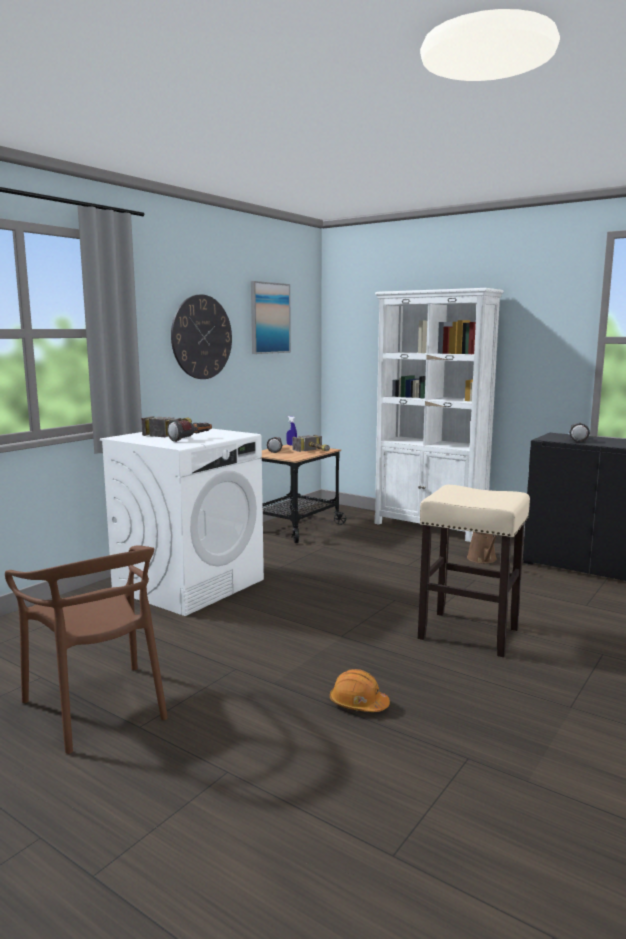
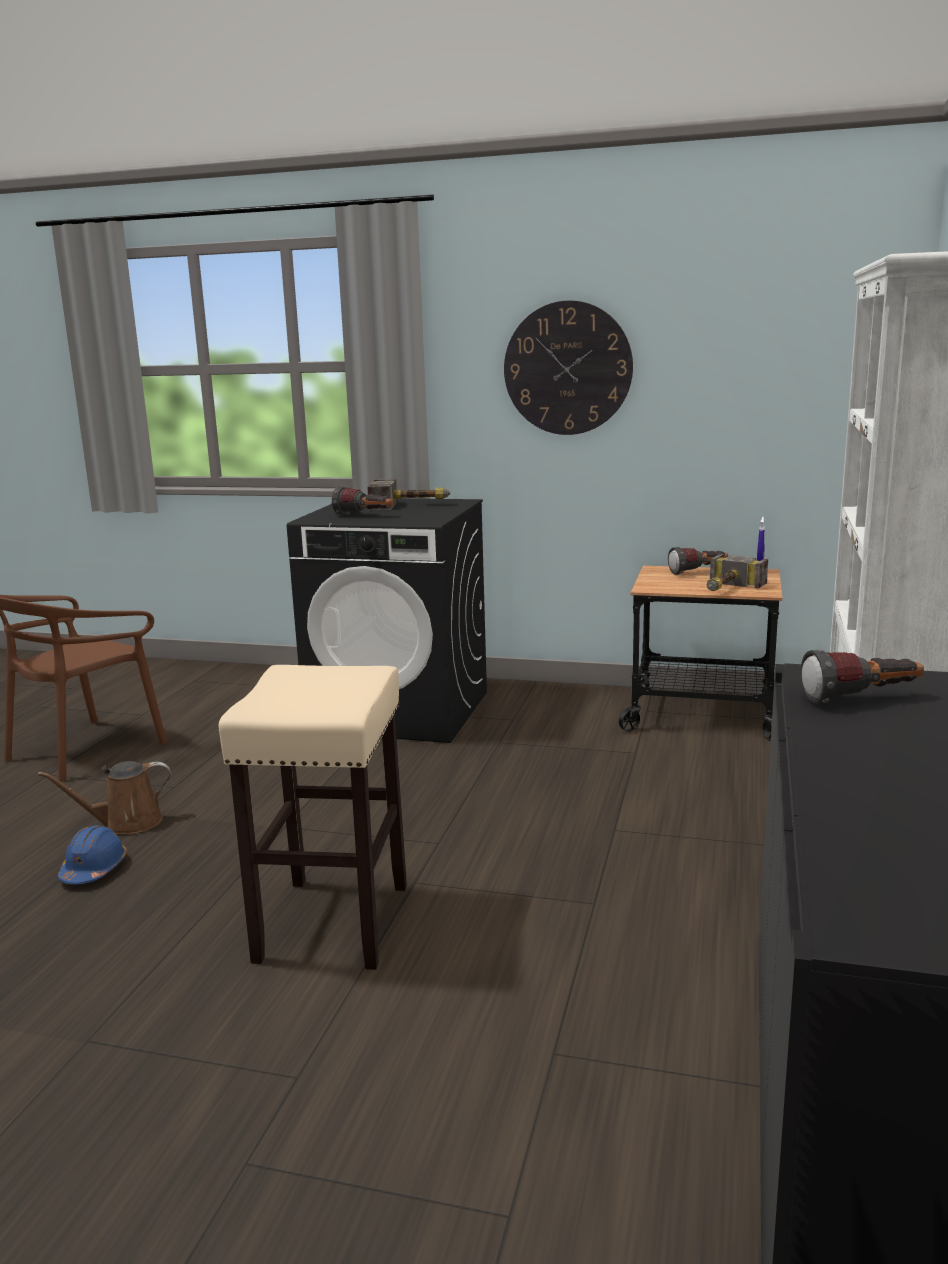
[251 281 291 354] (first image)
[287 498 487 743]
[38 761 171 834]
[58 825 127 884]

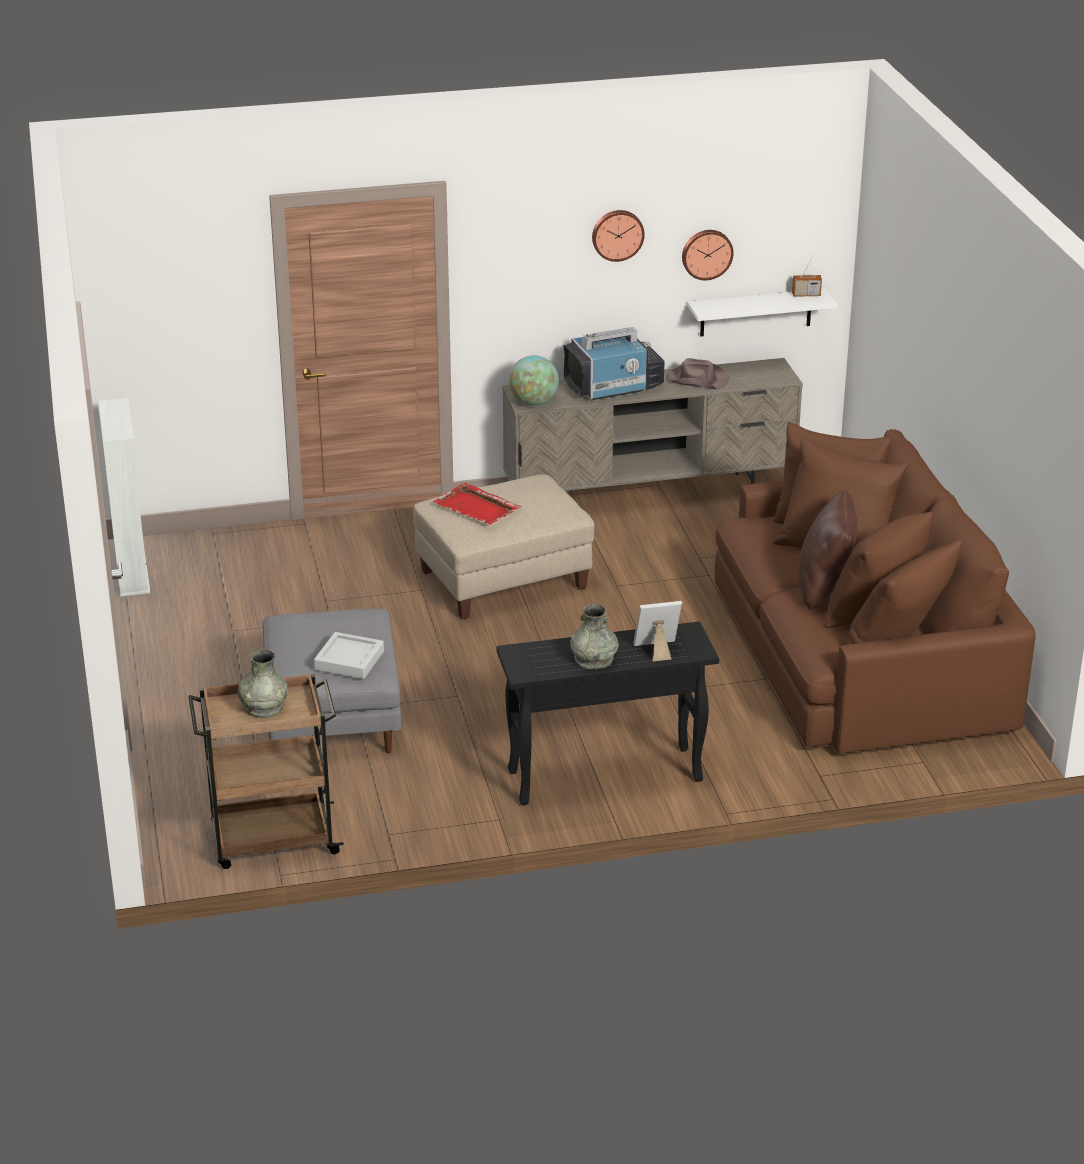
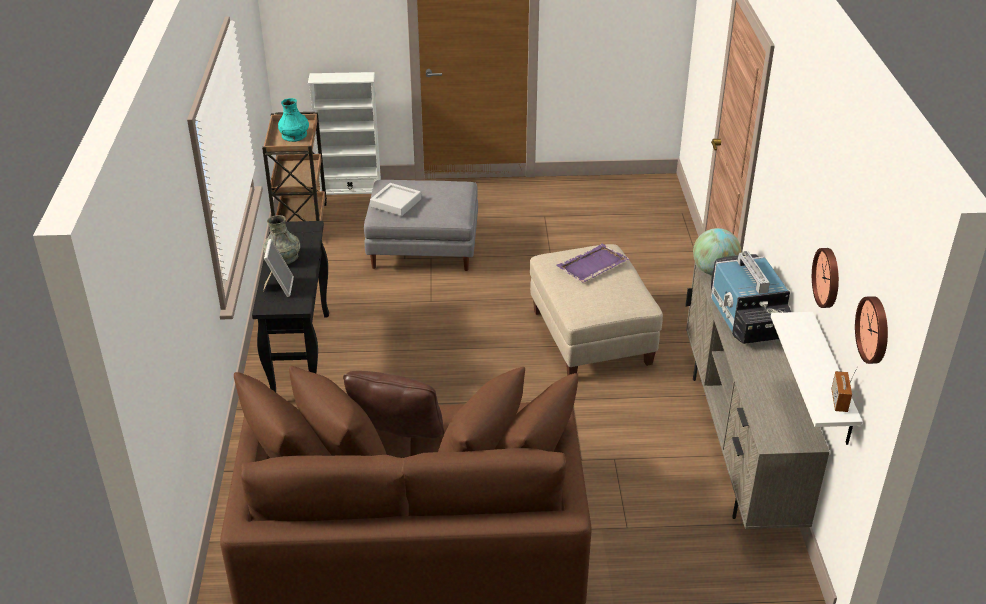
[855 296 888 364]
[667 358 729 390] (first image)
[308 72 381 195]
[556 244 629 282]
[278 98 309 142]

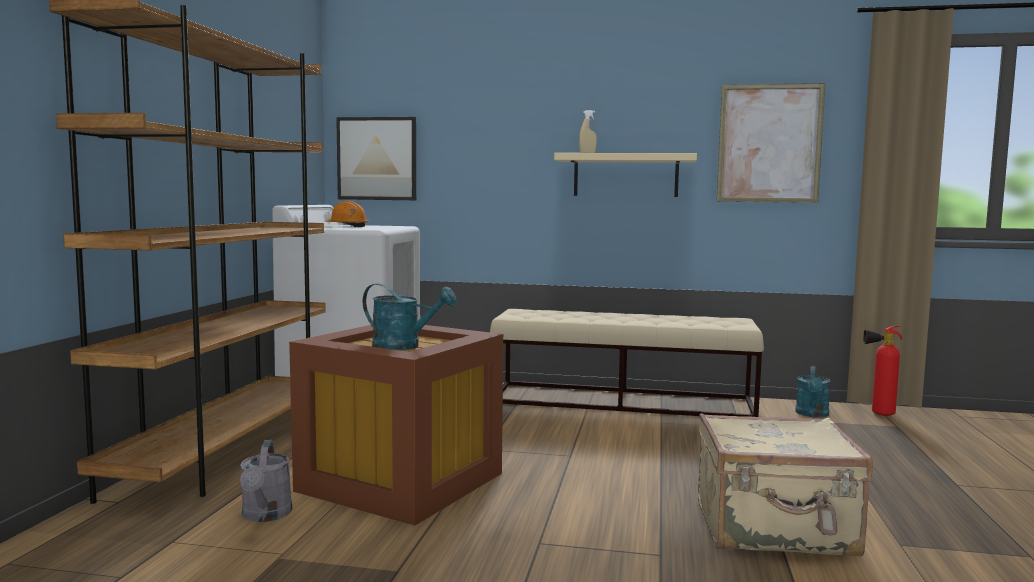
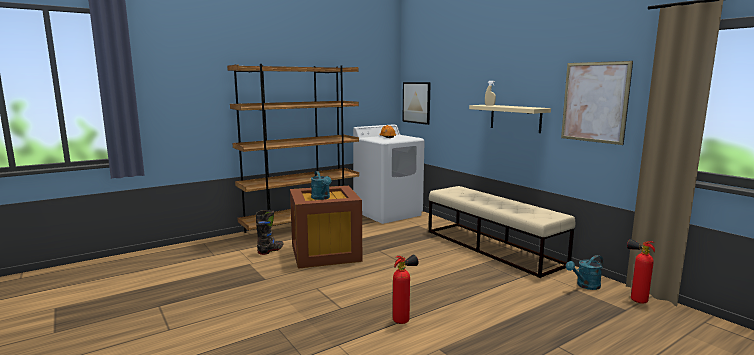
[393 255 419 324]
[256 210 284 255]

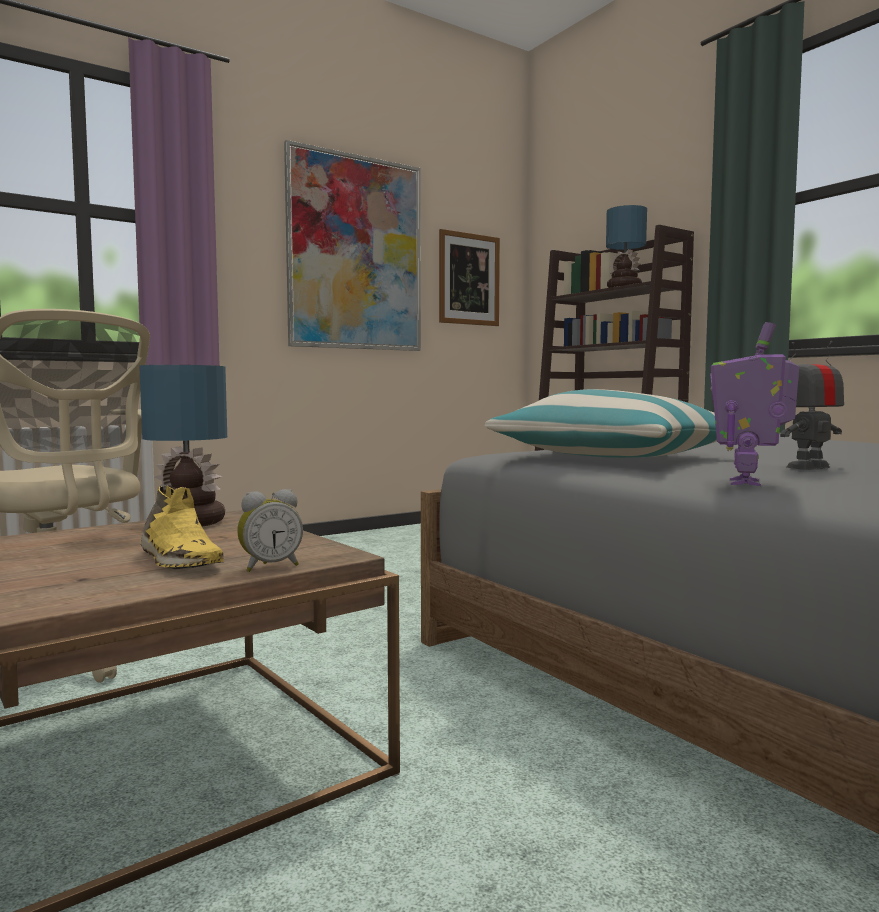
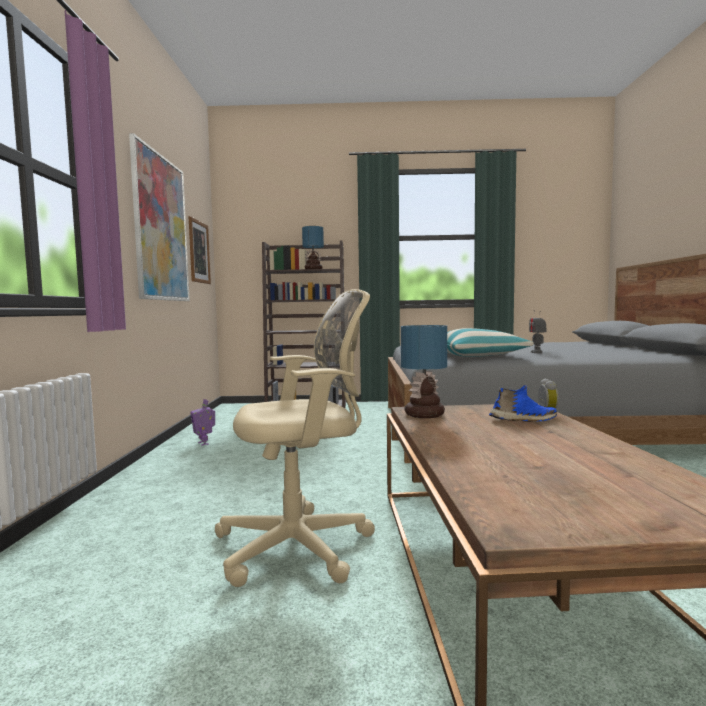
[190 399 215 446]
[489 385 557 422]

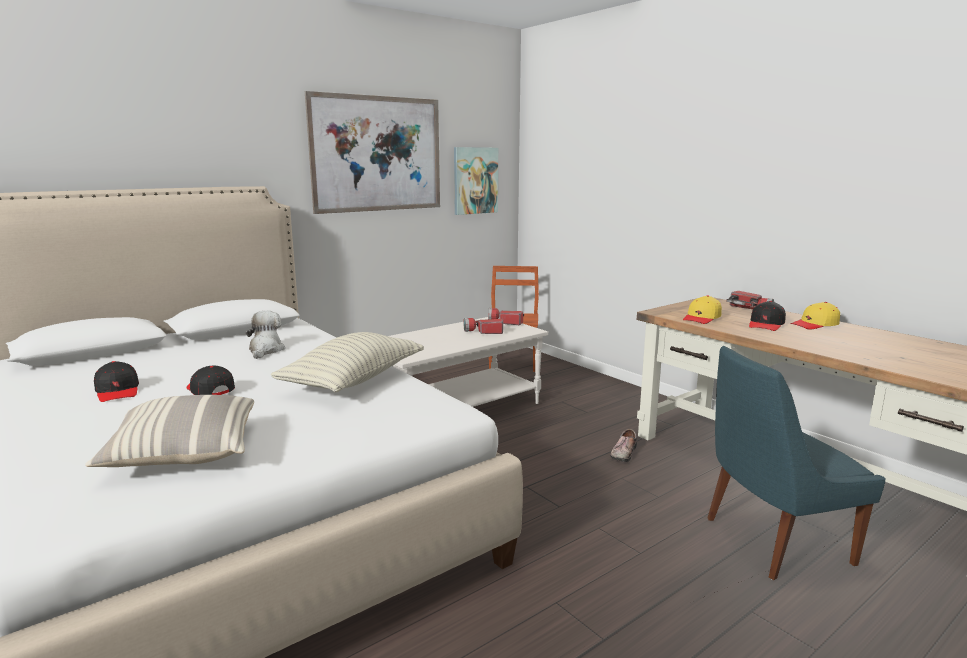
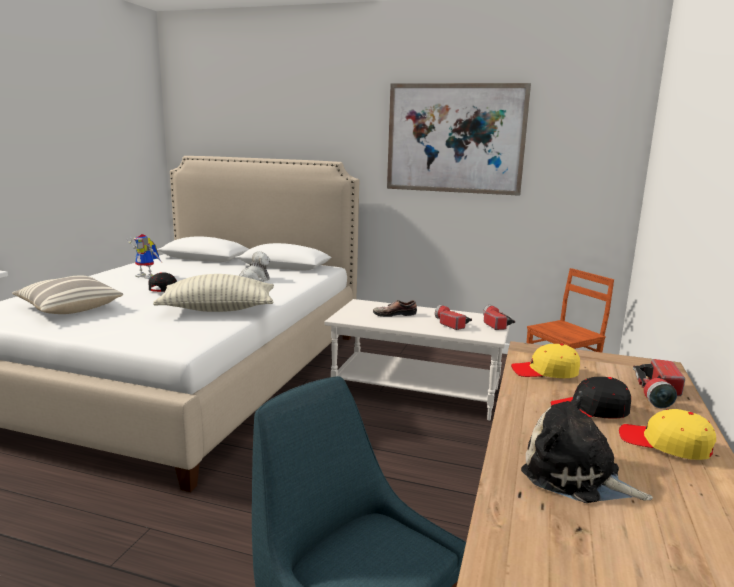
[454 147 498 215] (first image)
[127 234 162 279]
[373 300 417 317]
[521 391 653 503]

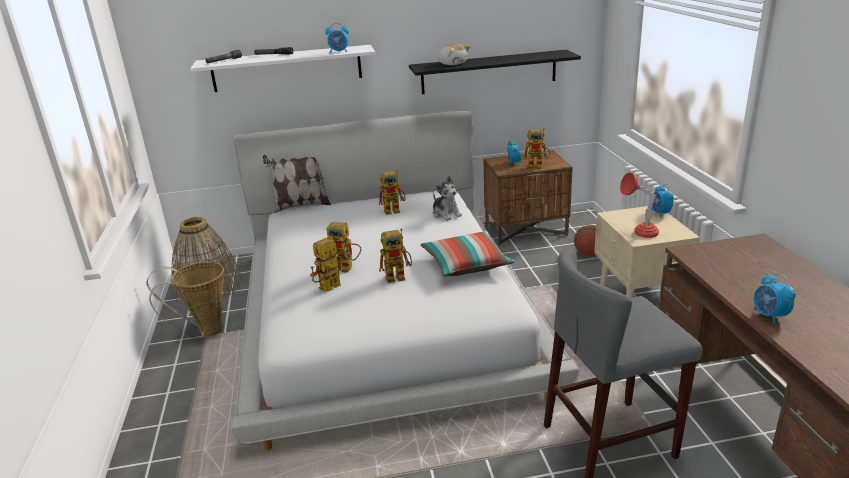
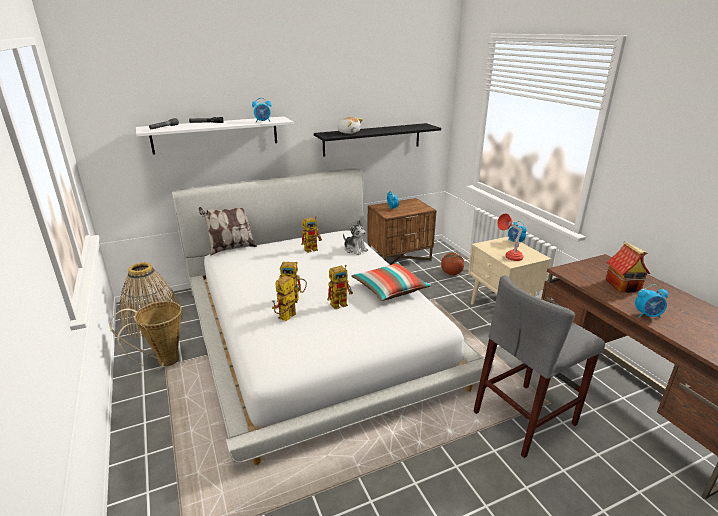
[523 128 550 169] (first image)
[635 284 668 318]
[606 241 650 293]

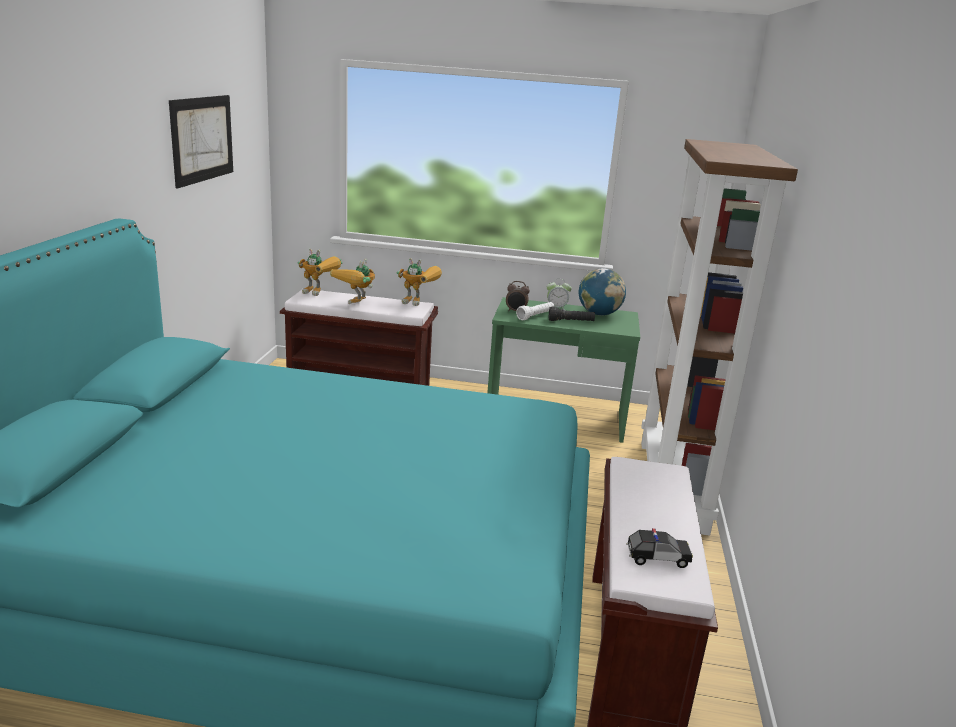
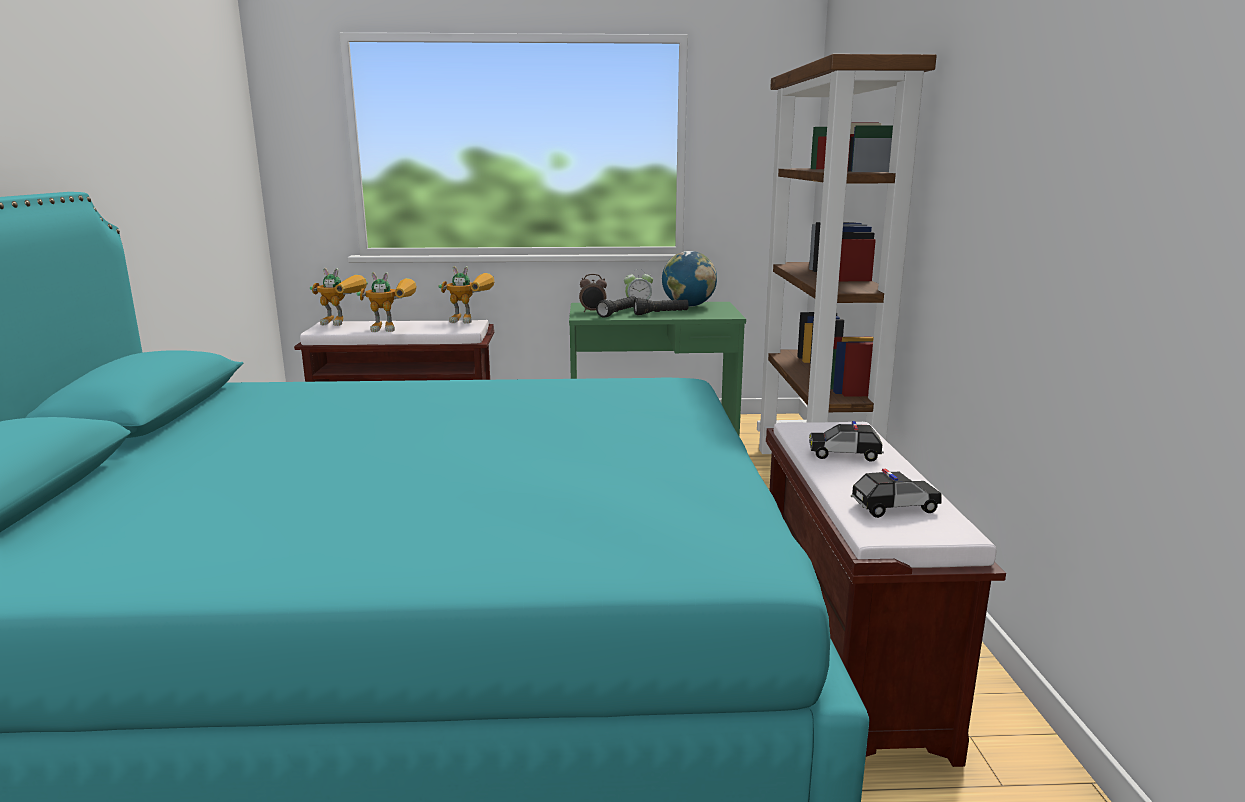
[169 95 233 188] (first image)
[357 272 417 332]
[596 296 636 318]
[809 421 884 462]

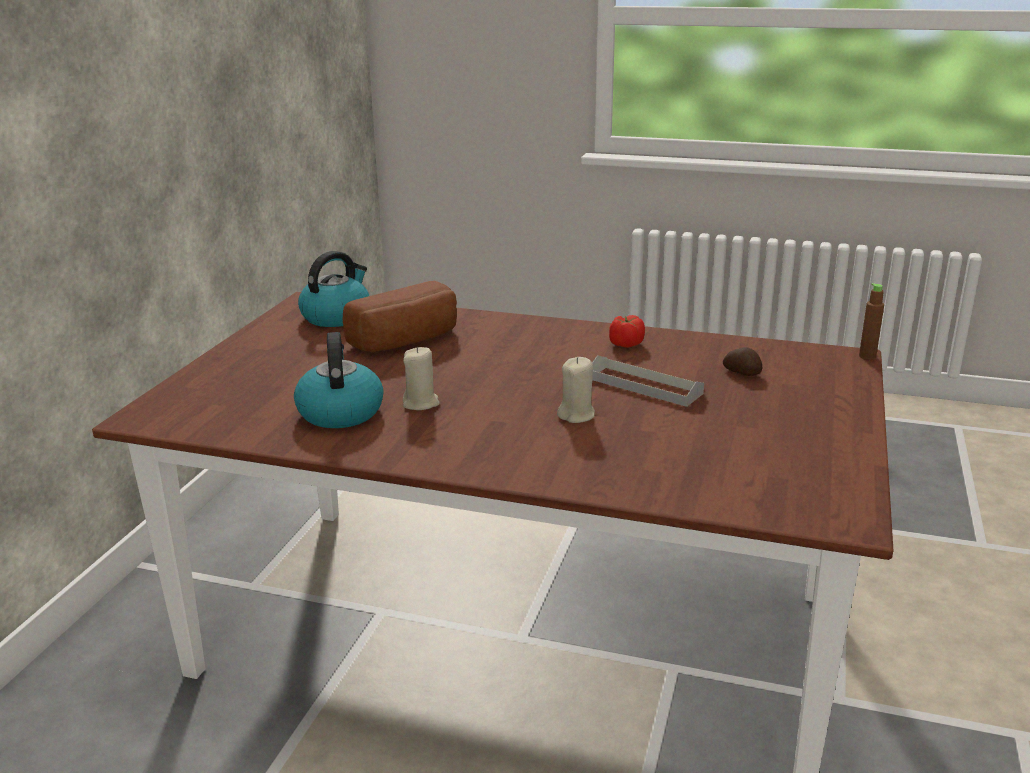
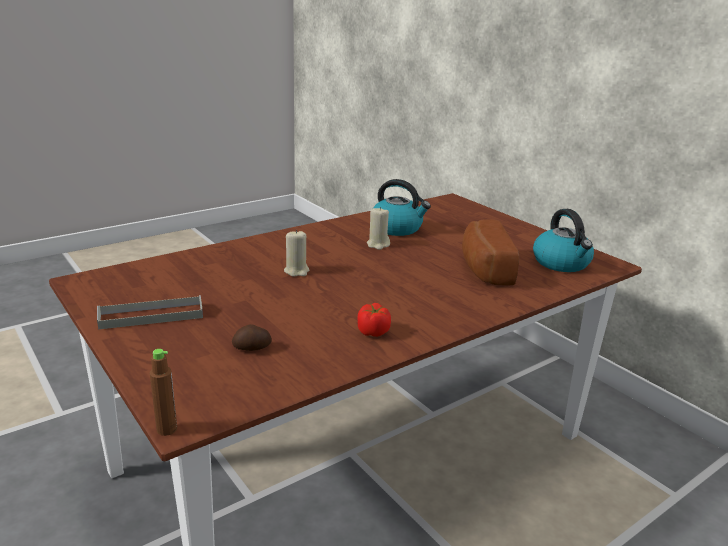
[97 295 203 330]

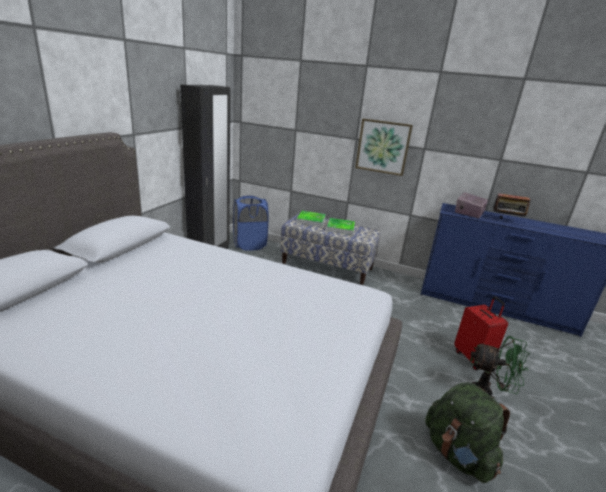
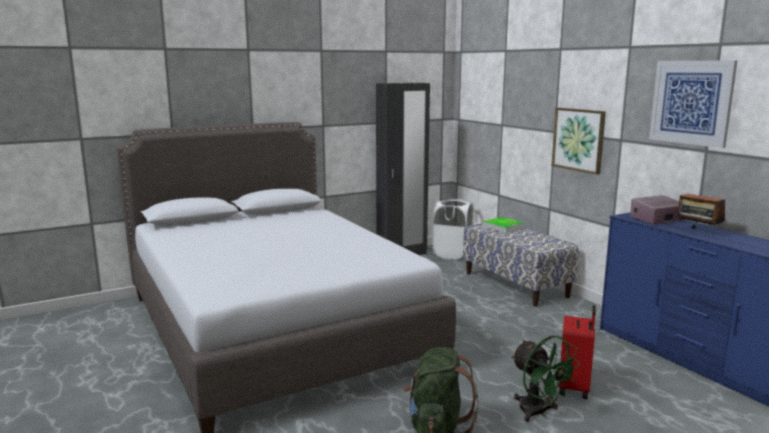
[432 199 474 260]
[326 218 355 235] (first image)
[649 60 738 148]

